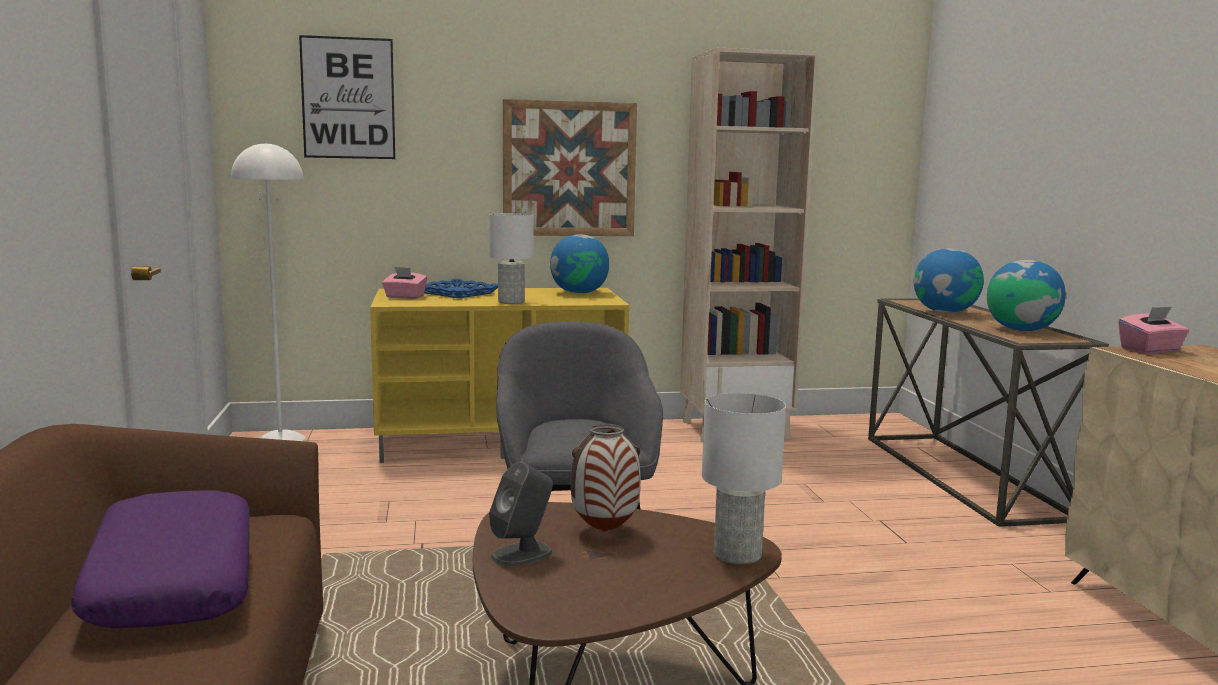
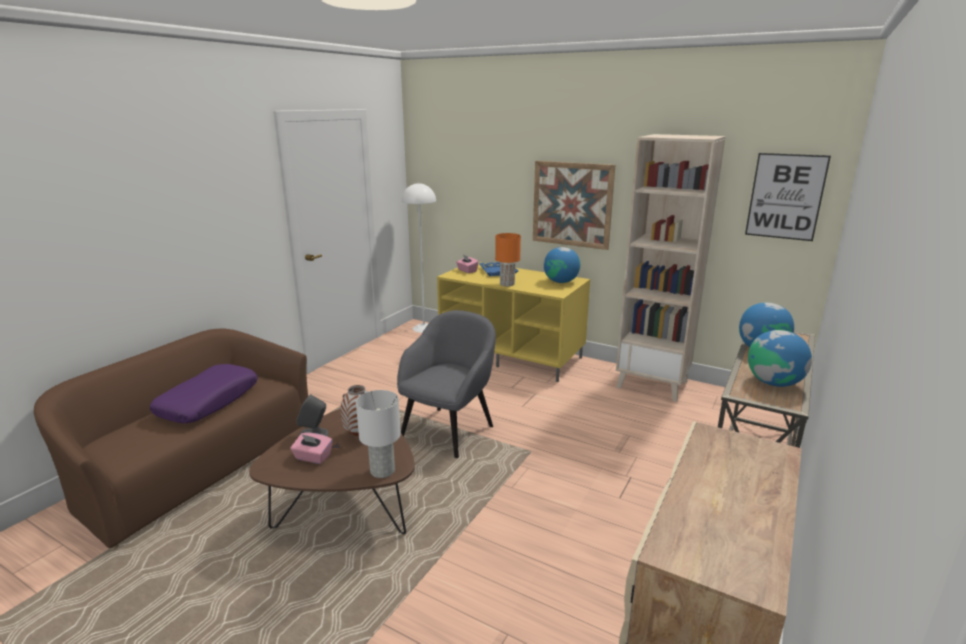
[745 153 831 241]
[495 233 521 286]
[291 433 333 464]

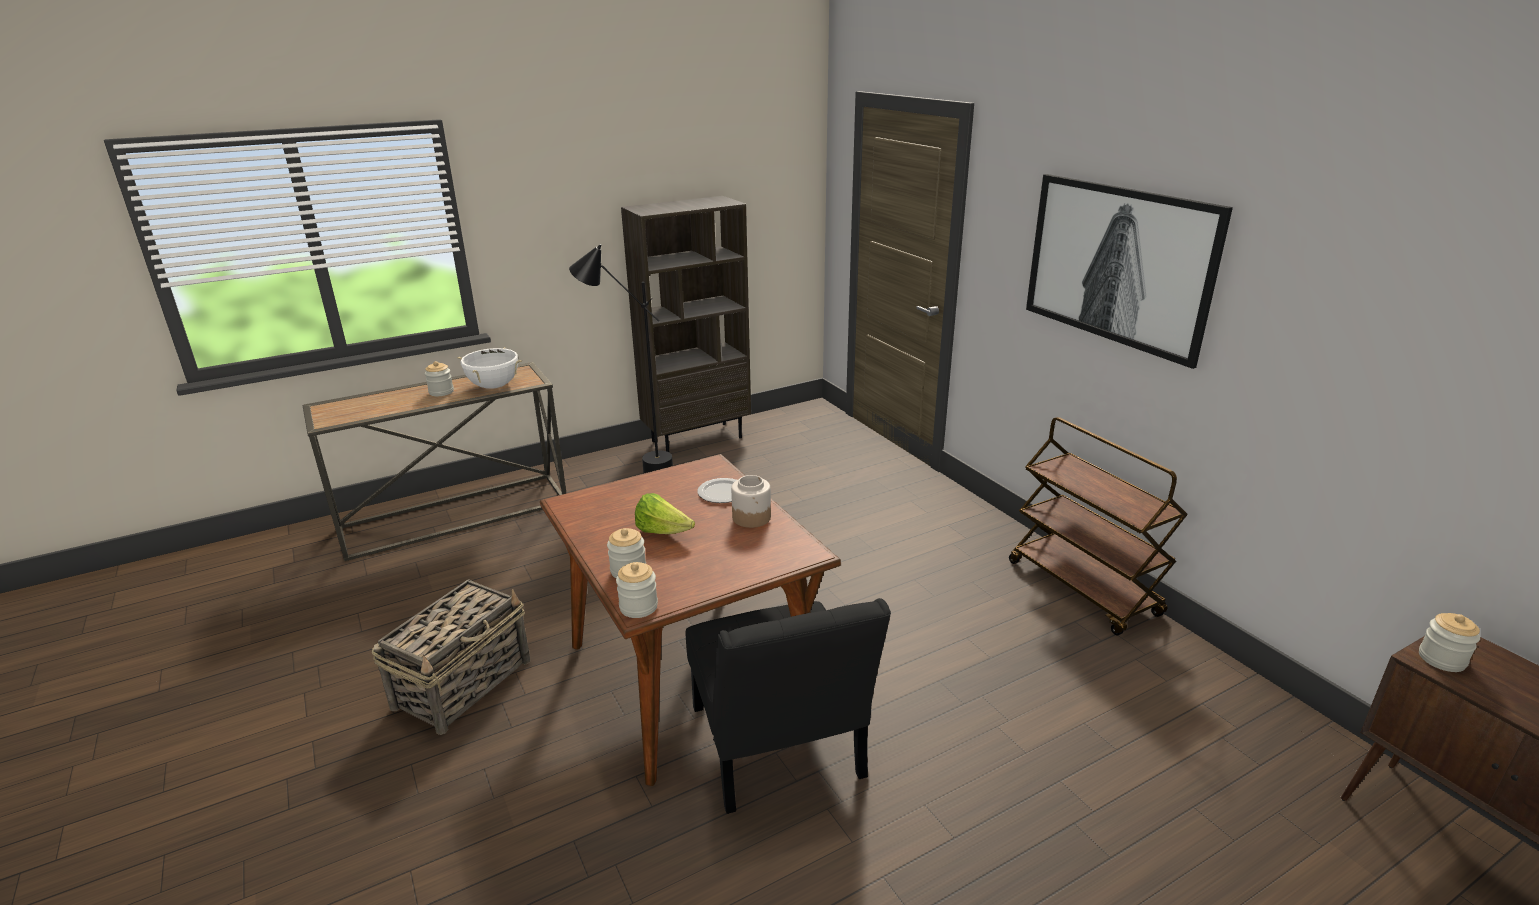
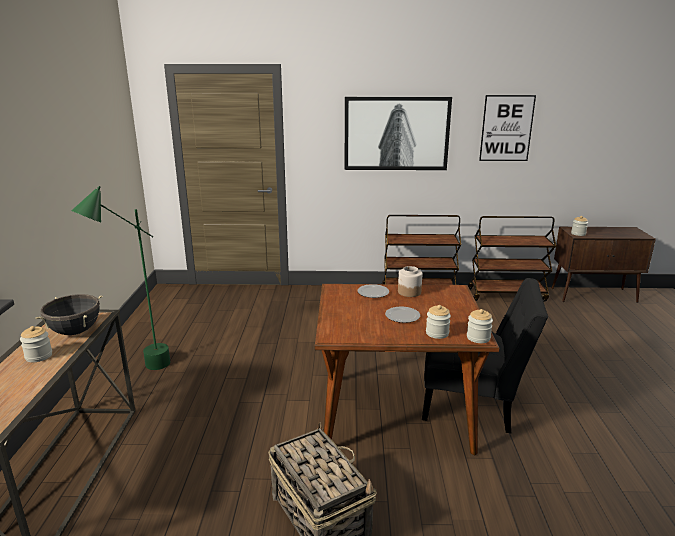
[621 196 751 452] (first image)
[71 186 171 370]
[35 294 103 335]
[385 306 420 323]
[479 95 536 161]
[468 216 556 302]

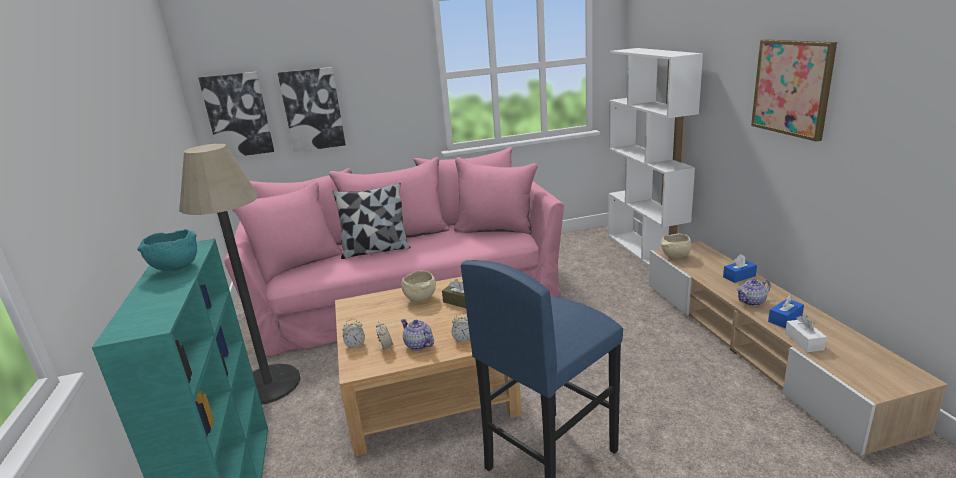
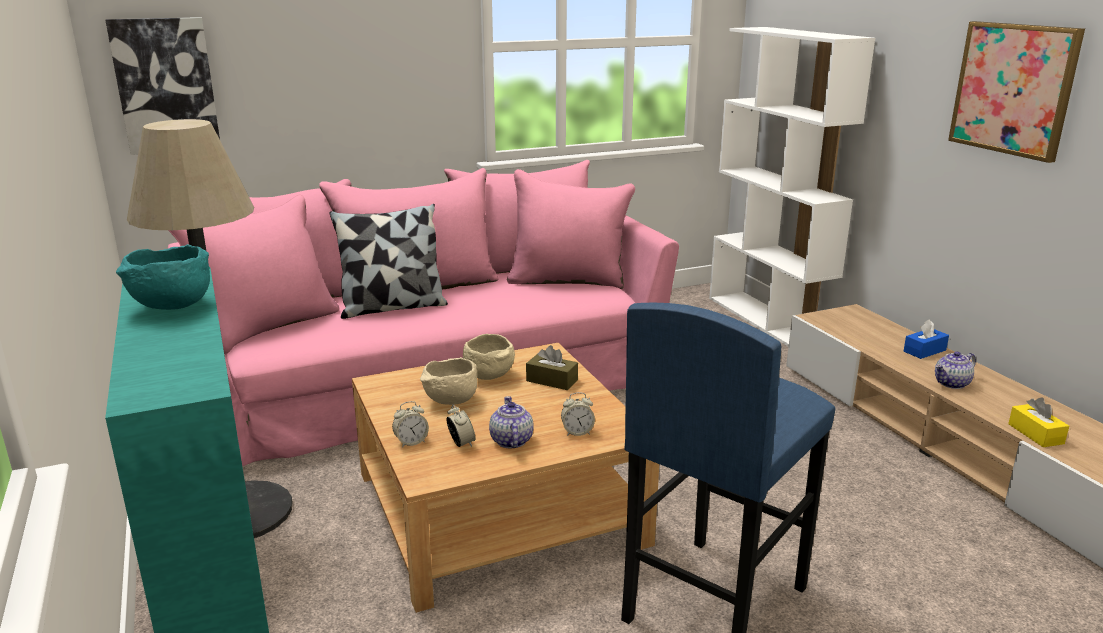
[278 67 346 152] (first image)
[420 357 477 405]
[768 295 804 328] (first image)
[1008 397 1069 447]
[489 396 534 448]

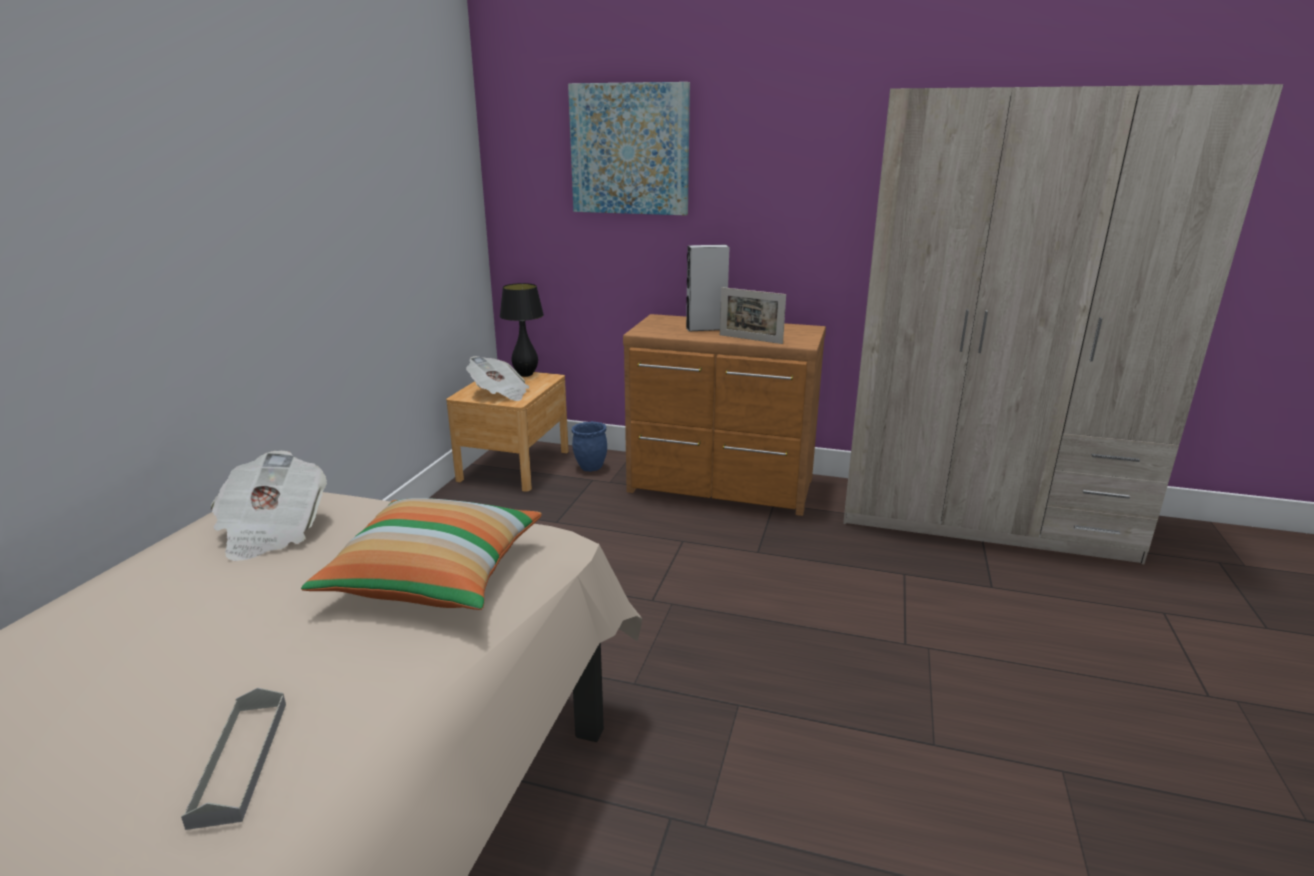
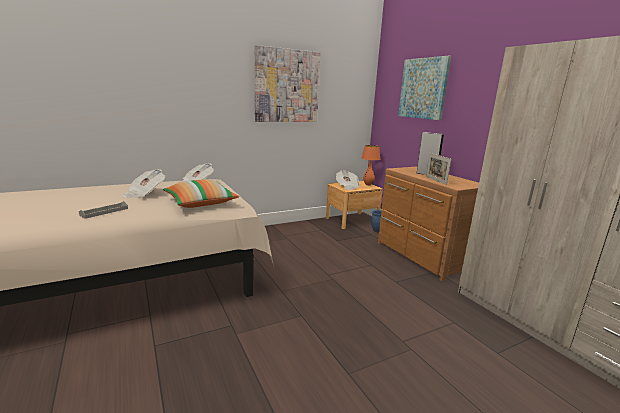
[362 145 380 185]
[255 45 321 122]
[123 169 165 198]

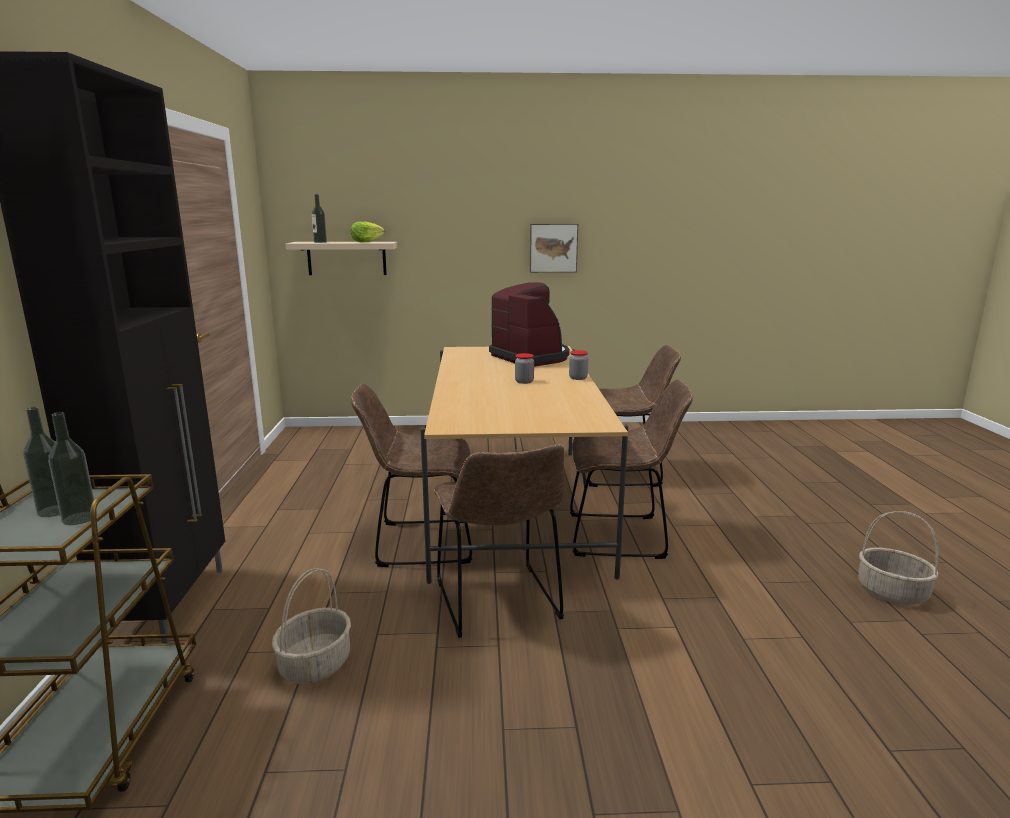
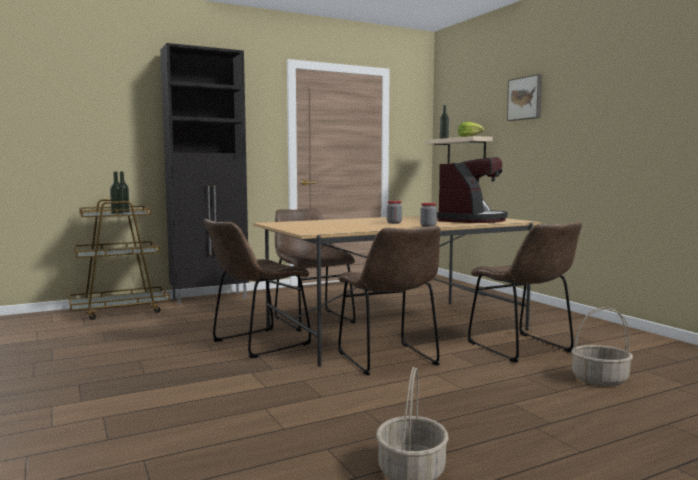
[507 74 542 121]
[571 307 633 386]

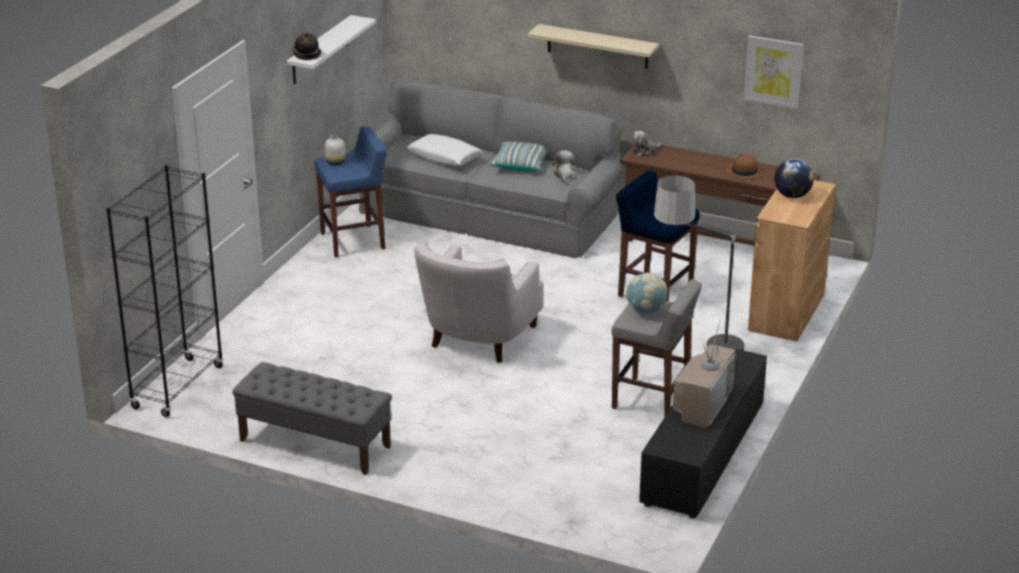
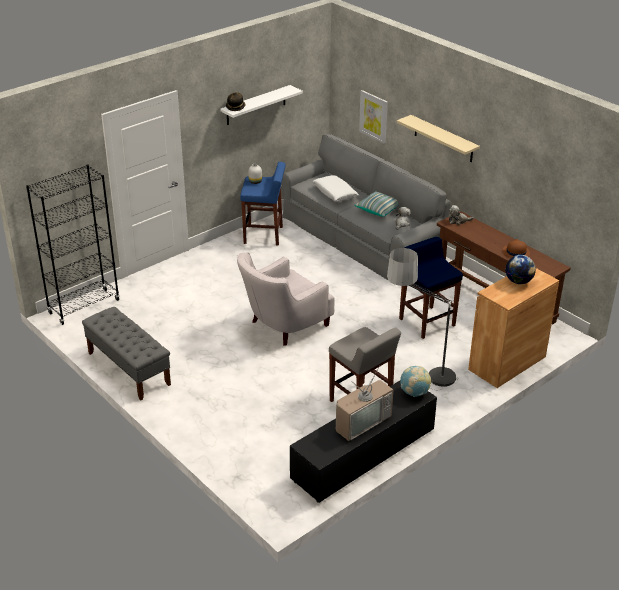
[359 90 388 144]
[400 366 431 397]

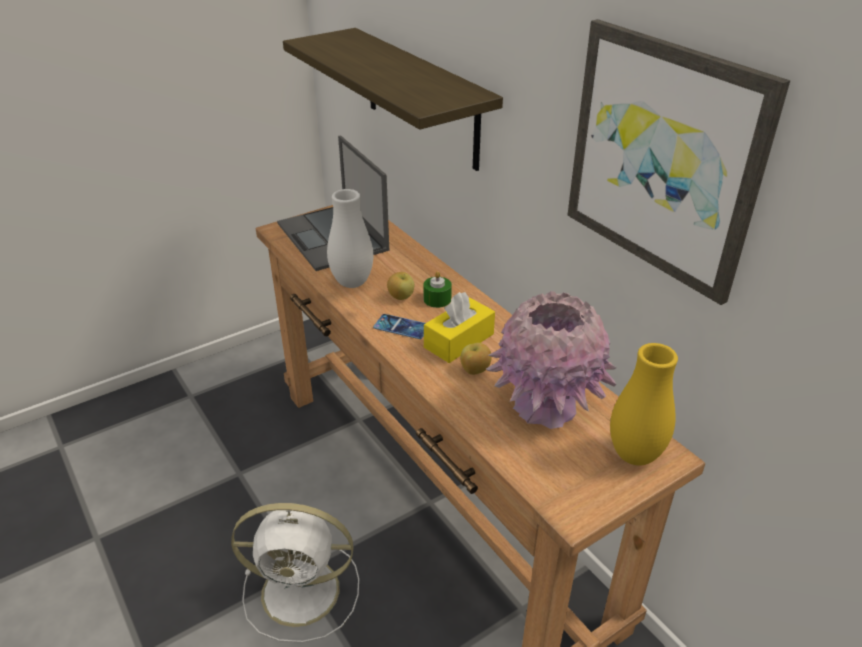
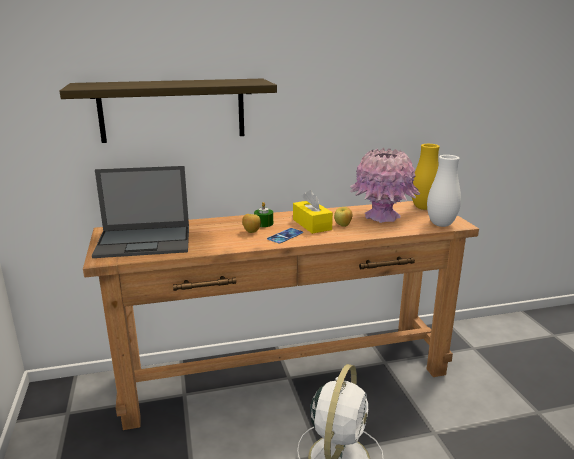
[568 19 790 305] (first image)
[427 155 461 227]

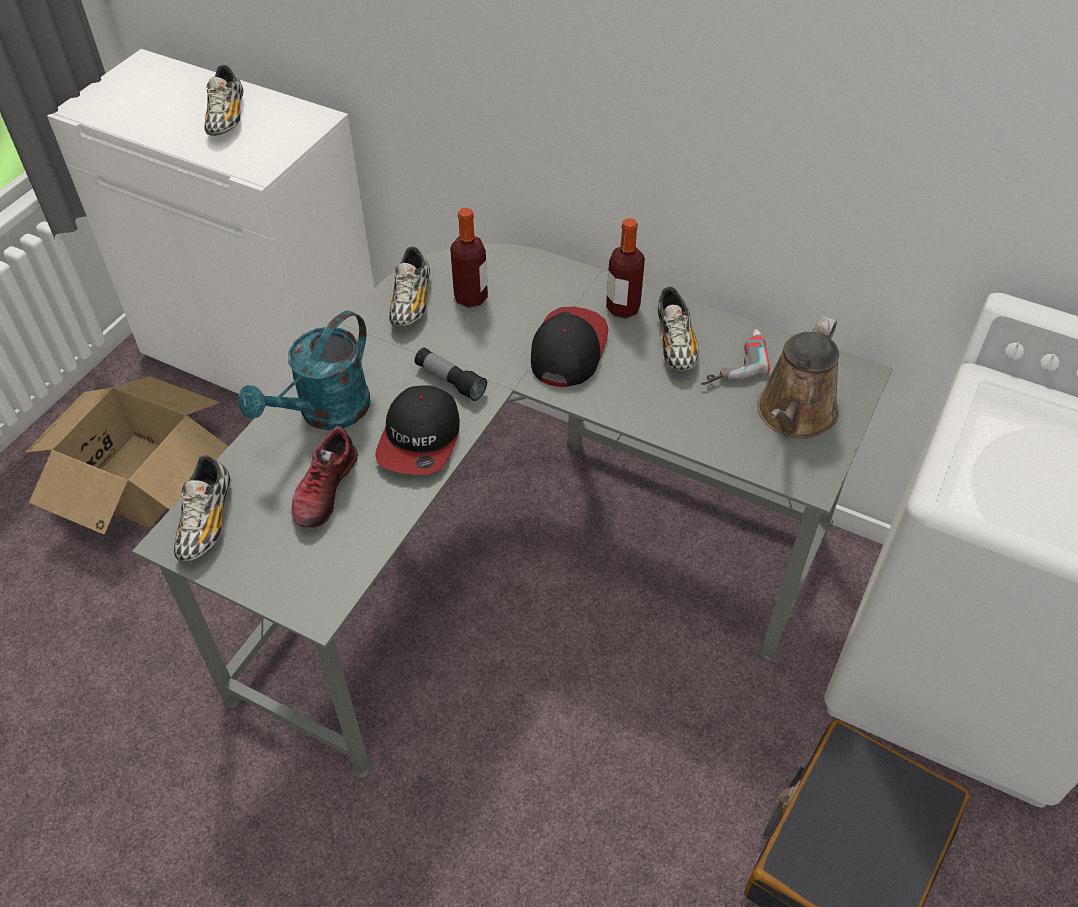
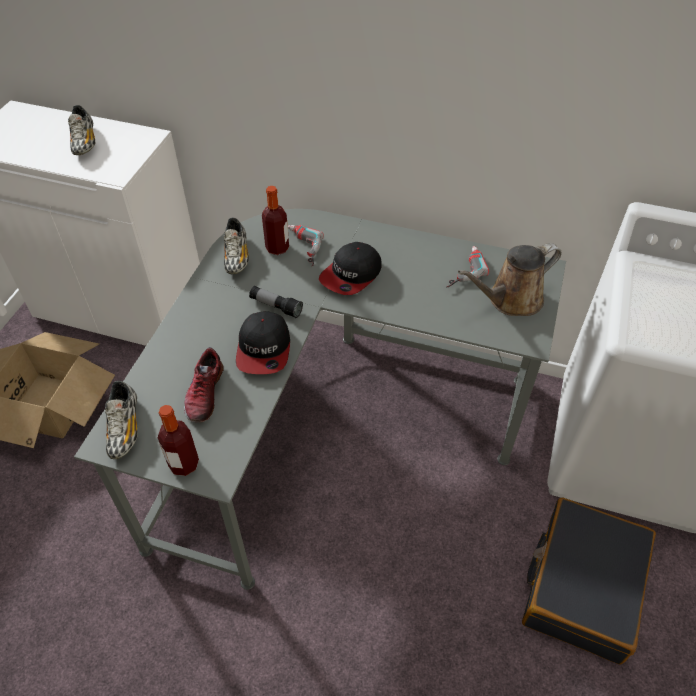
[158 405 199 476]
[658 287 699 372] (first image)
[319 242 382 295]
[238 311 370 430] (first image)
[458 243 562 316]
[288 225 324 267]

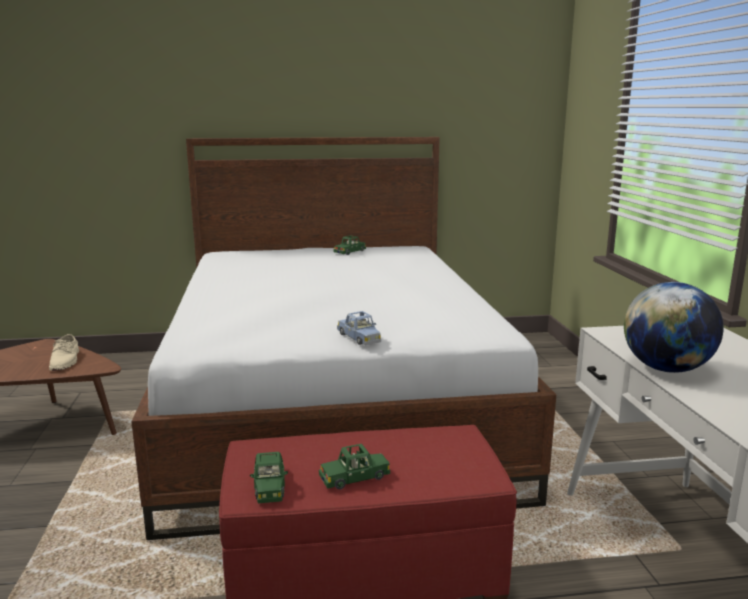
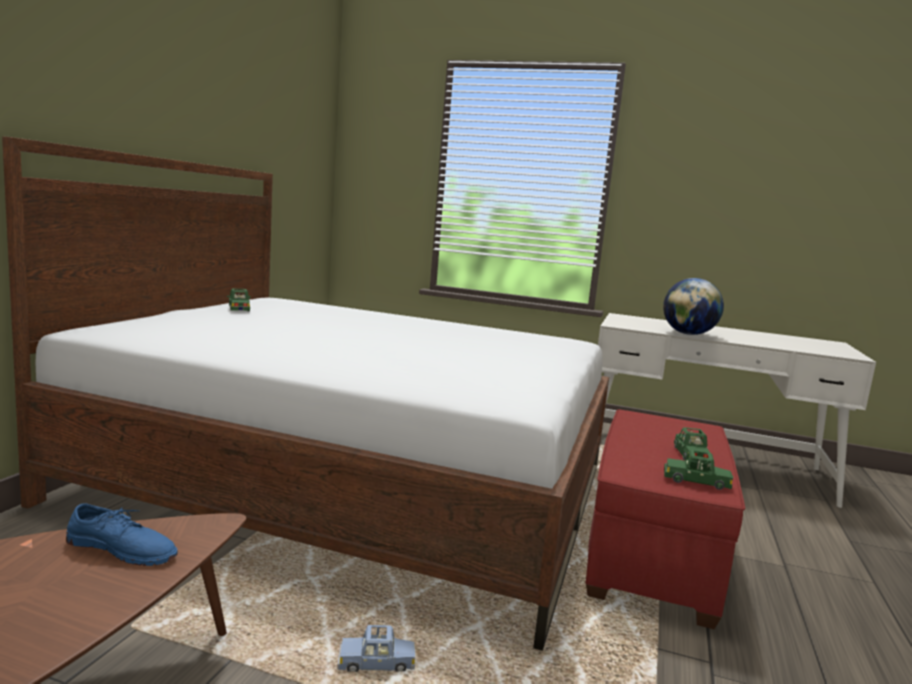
[337 625 415 672]
[66 503 178 566]

